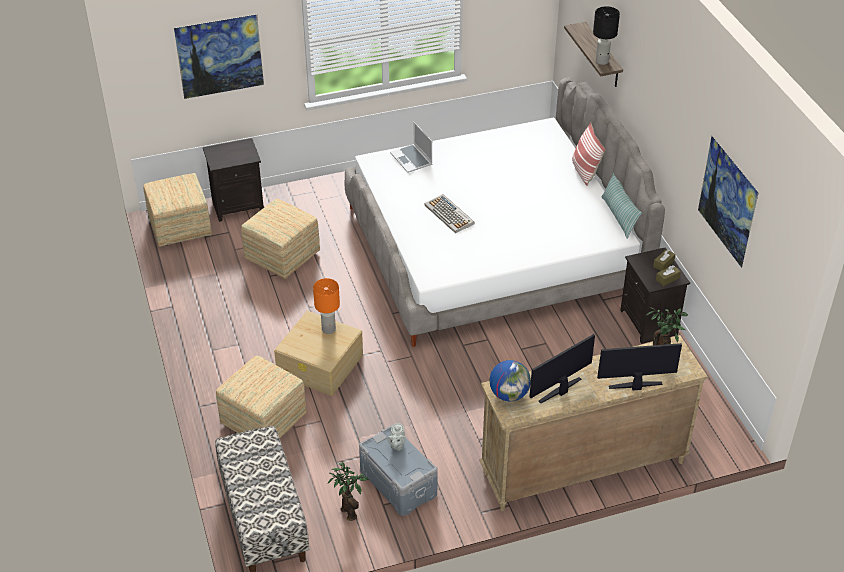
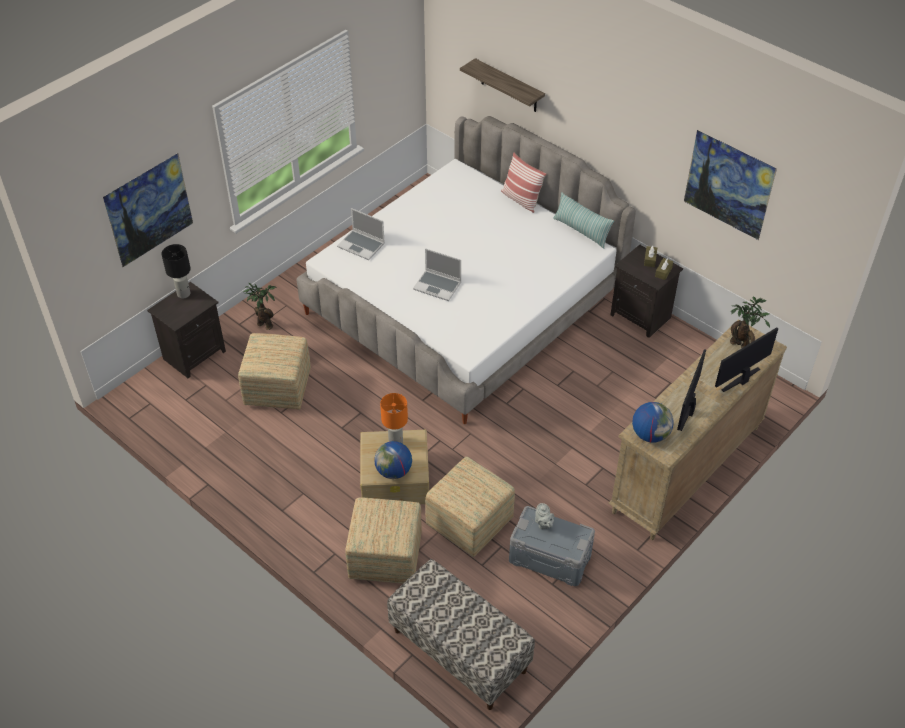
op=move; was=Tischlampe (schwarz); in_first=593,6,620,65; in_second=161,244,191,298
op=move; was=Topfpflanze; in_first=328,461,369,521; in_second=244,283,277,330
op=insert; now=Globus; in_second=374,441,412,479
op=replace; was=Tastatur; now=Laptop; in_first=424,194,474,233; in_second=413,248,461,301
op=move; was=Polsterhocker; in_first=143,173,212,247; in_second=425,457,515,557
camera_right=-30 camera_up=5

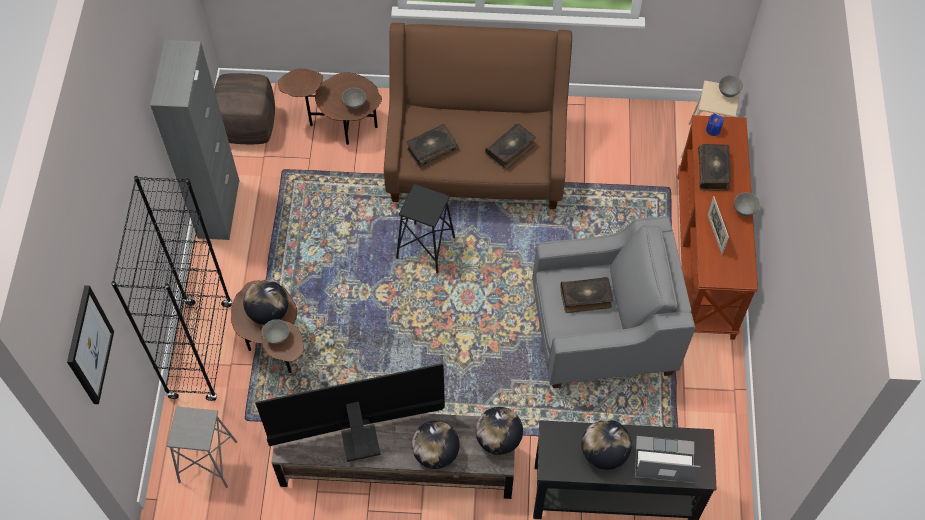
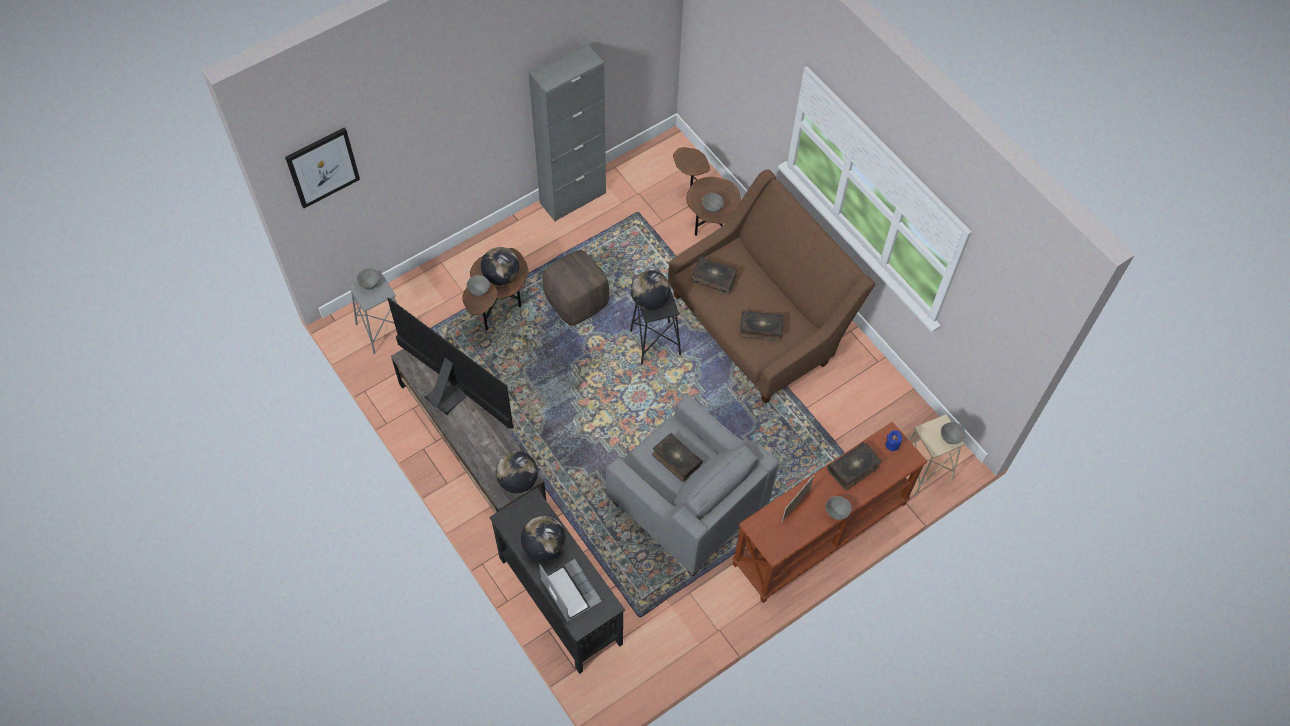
op=insert; now=Schüssel (grau); in_second=357,268,380,290
op=move; was=Polsterhocker (braun); in_first=214,73,275,144; in_second=542,250,609,326
op=move; was=Globus; in_first=412,421,459,469; in_second=631,270,670,310
op=delete; was=Bücherregal (schwarz); in_first=111,176,232,401
camera_right=50 camera_up=0

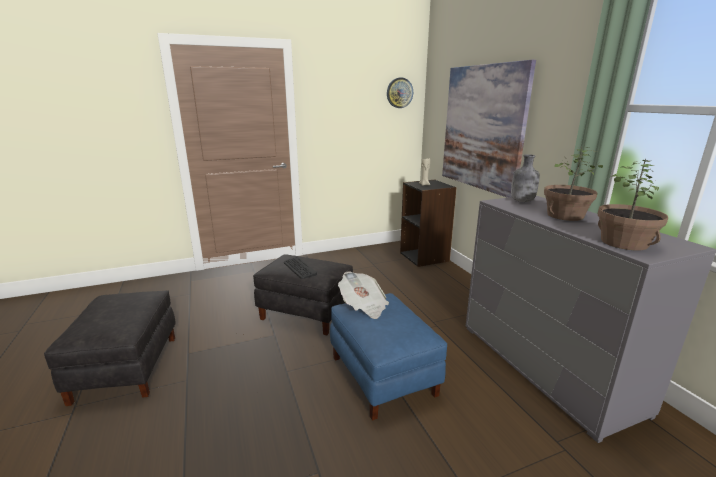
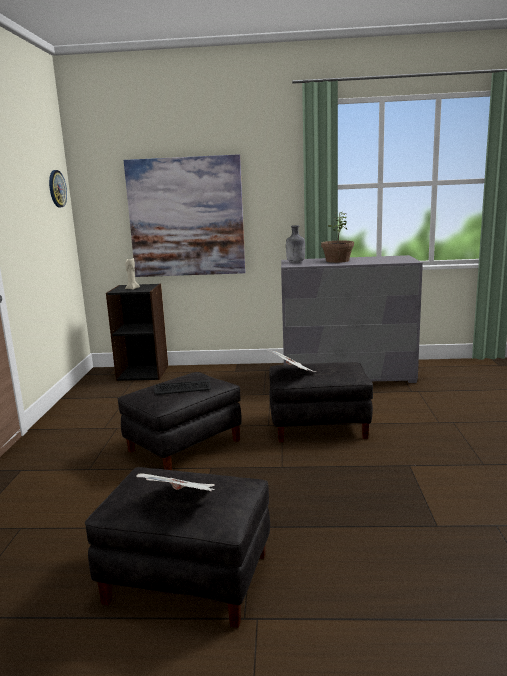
op=insert; now=Zeitung; in_second=136,473,215,491
op=recolor; was=Polsterhocker (blau); now=Polsterhocker (schwarz); in_first=330,293,447,420; in_second=269,362,373,442
op=delete; was=Topfpflanze; in_first=598,159,668,250
camera_right=-65 camera_up=-5

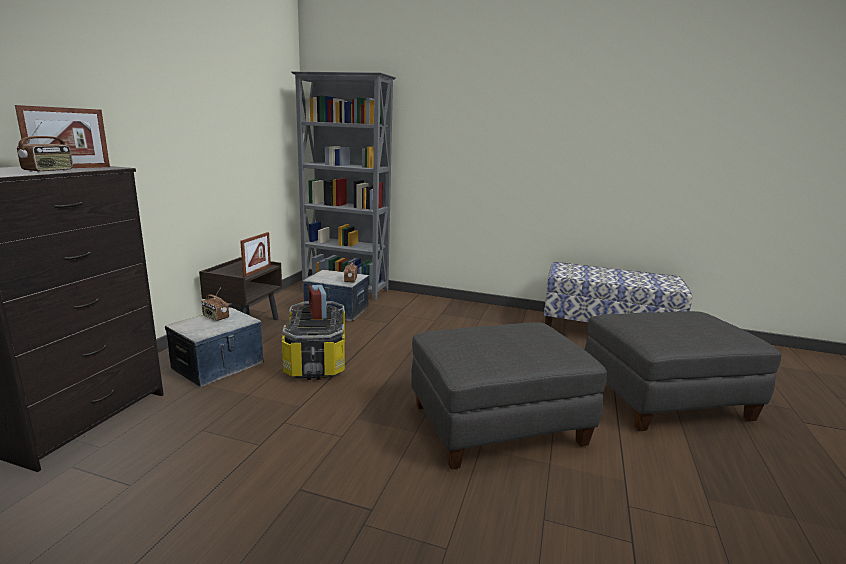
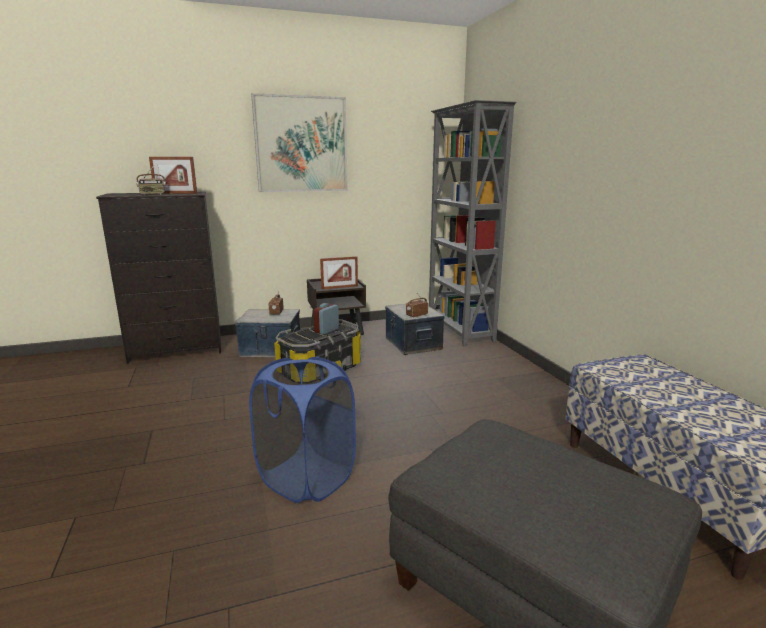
op=replace; was=Polsterhocker (grau); now=Wäschekorb (blau); in_first=411,322,607,470; in_second=249,356,356,503
op=insert; now=Bild; in_second=251,93,348,192
camera_right=55 camera_up=0

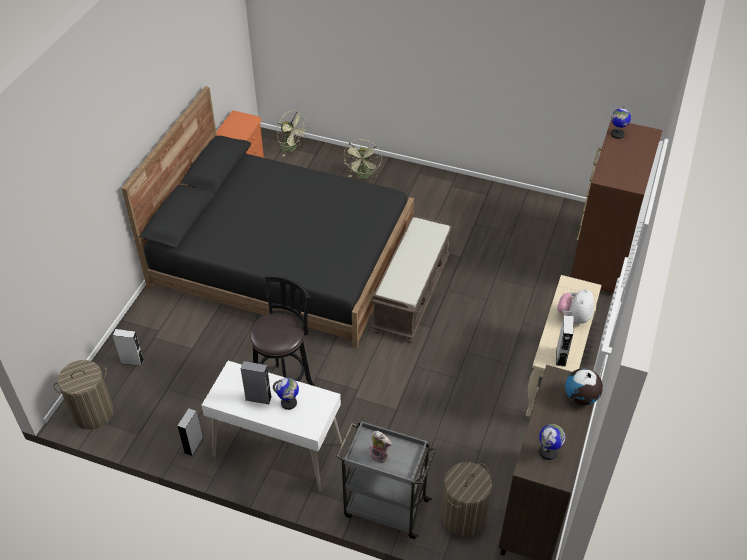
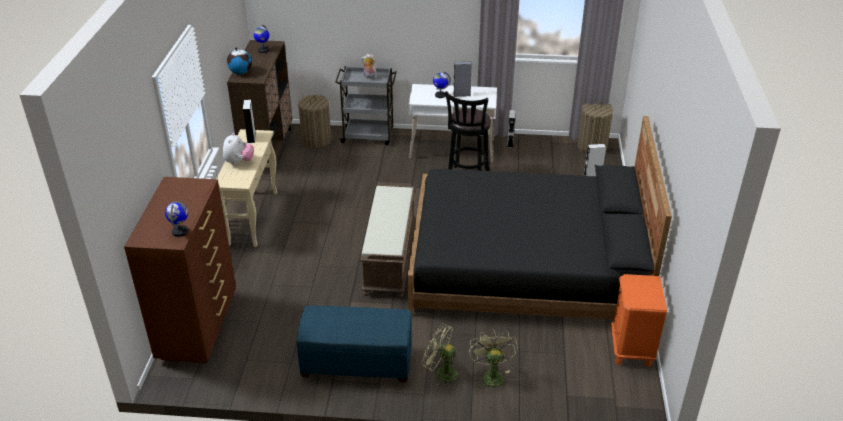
op=insert; now=Polsterhocker (blau); in_second=297,305,412,383
op=move; was=Ventilator (grün); in_first=277,111,307,156; in_second=422,324,461,388
camera_right=165 camera_up=-10

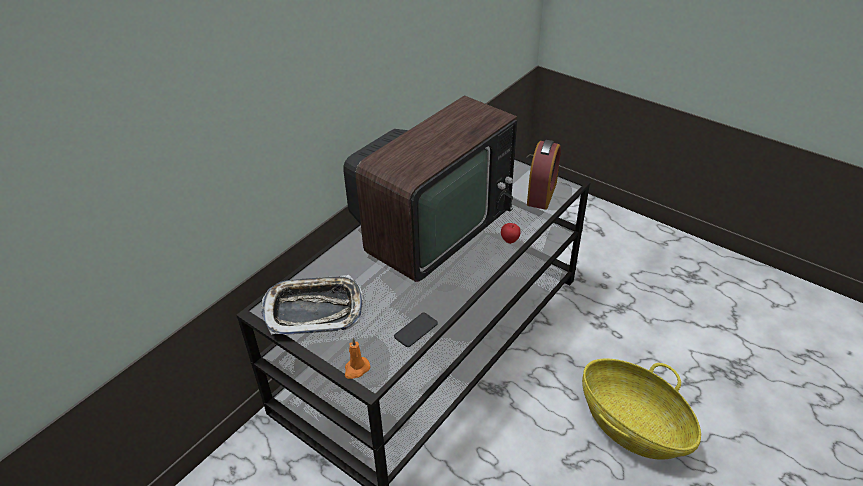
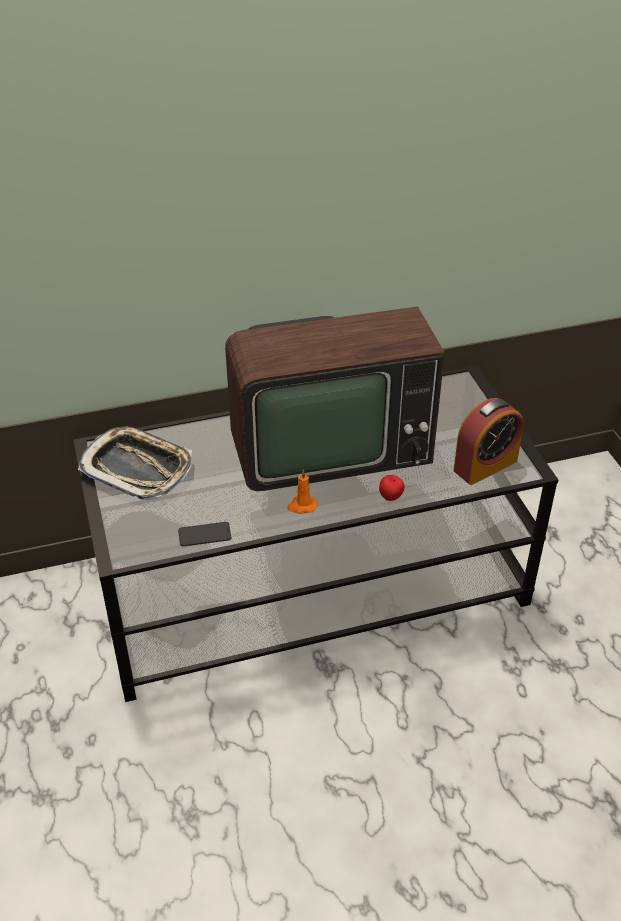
op=move; was=Kerze (orange); in_first=345,338,370,379; in_second=287,470,318,514
op=delete; was=Korb; in_first=582,358,701,460
camera_right=35 camera_up=0

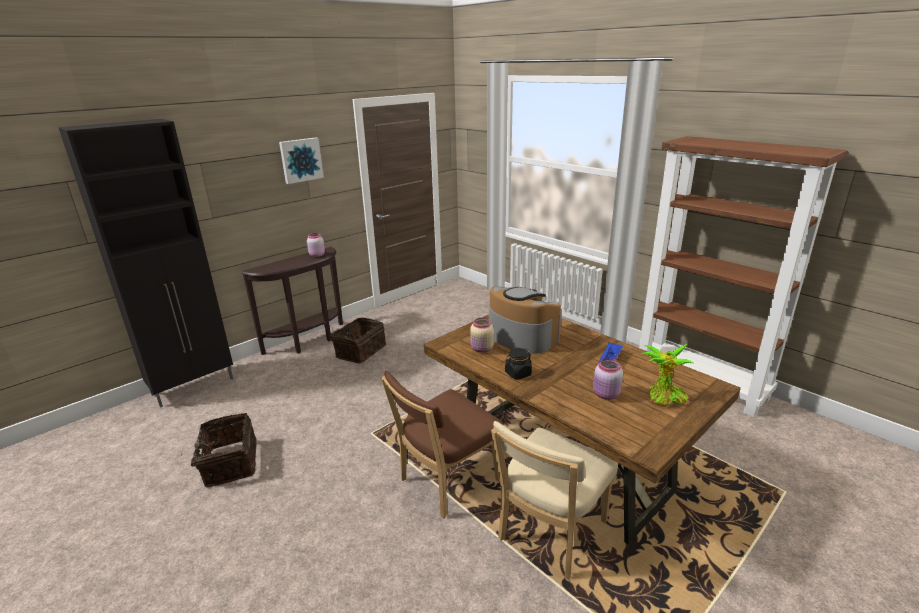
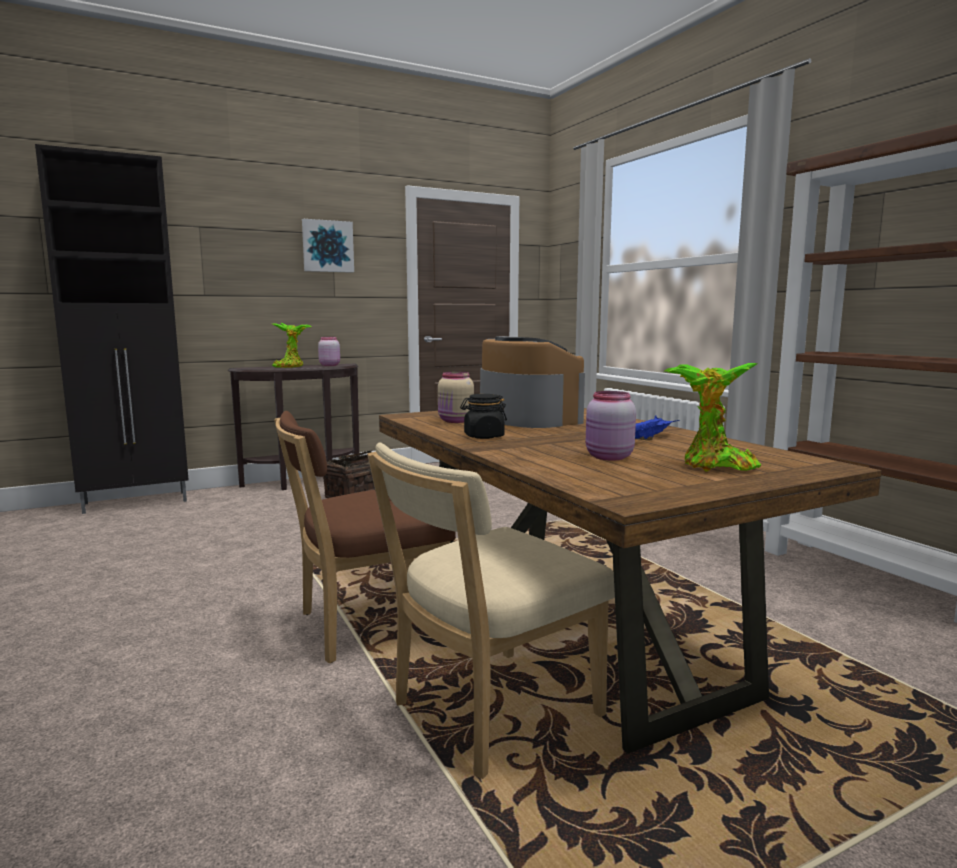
op=insert; now=Topfpflanze; in_second=272,323,311,368
op=delete; was=Korb; in_first=191,413,257,487
camera_right=15 camera_up=-15

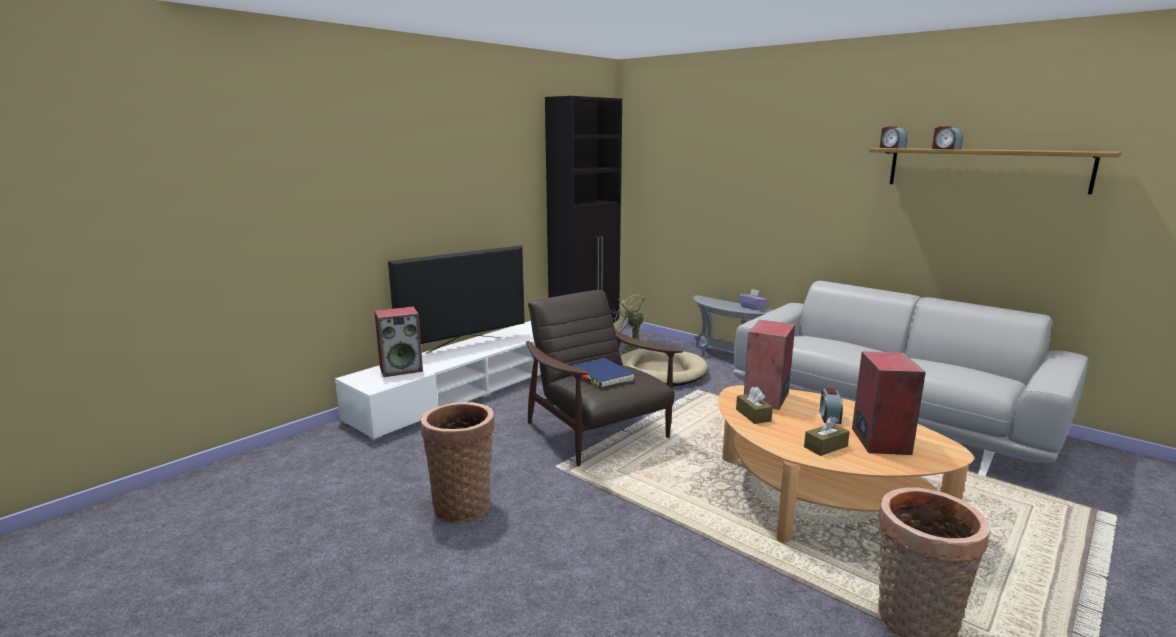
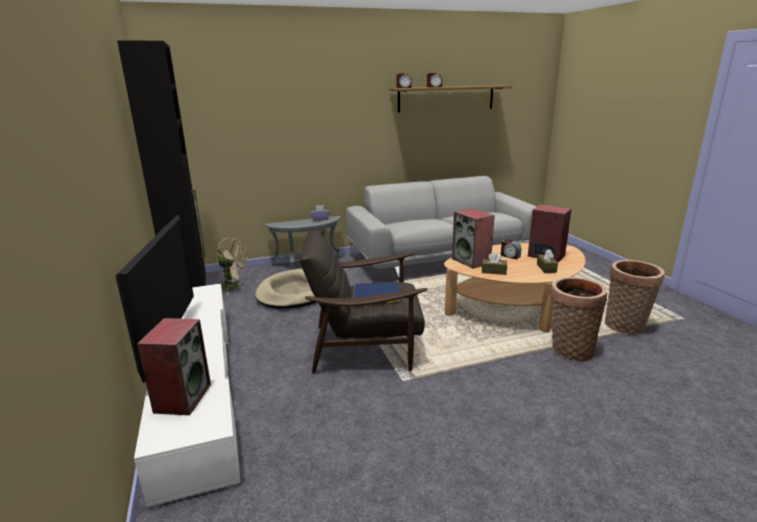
op=rotate; was=Ventilator (beige); in_first=611,292,647,353; in_second=217,238,250,295; clockwise=-150
op=move; was=Korb; in_first=421,402,495,523; in_second=551,277,607,361
camera_right=-60 camera_up=5

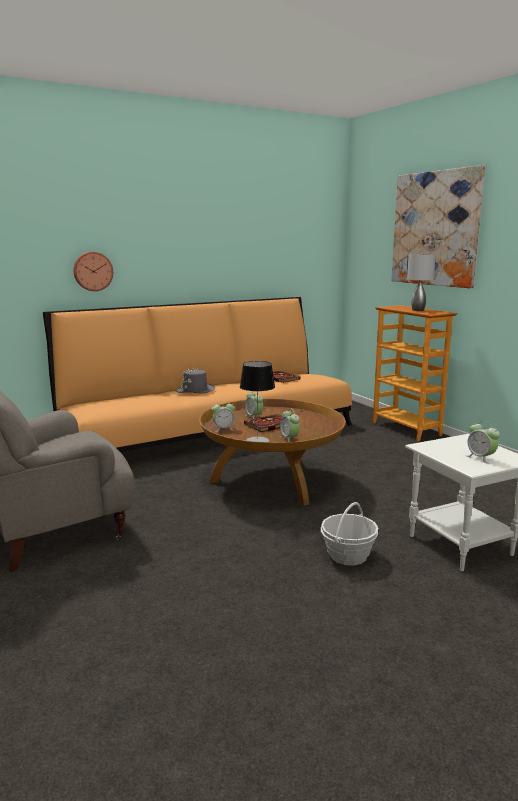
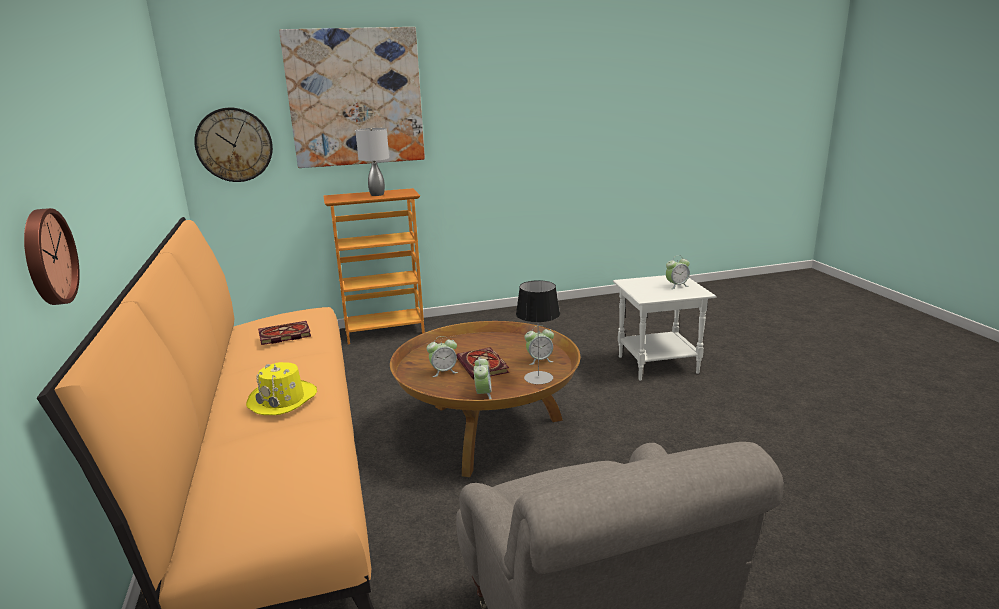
op=insert; now=Wanduhr; in_second=194,108,273,182
op=recolor; was=Hut (grau); now=Hut (gelb); in_first=176,368,215,394; in_second=246,362,317,415
op=delete; was=Korb; in_first=321,502,378,566
camera_right=-75 camera_up=5

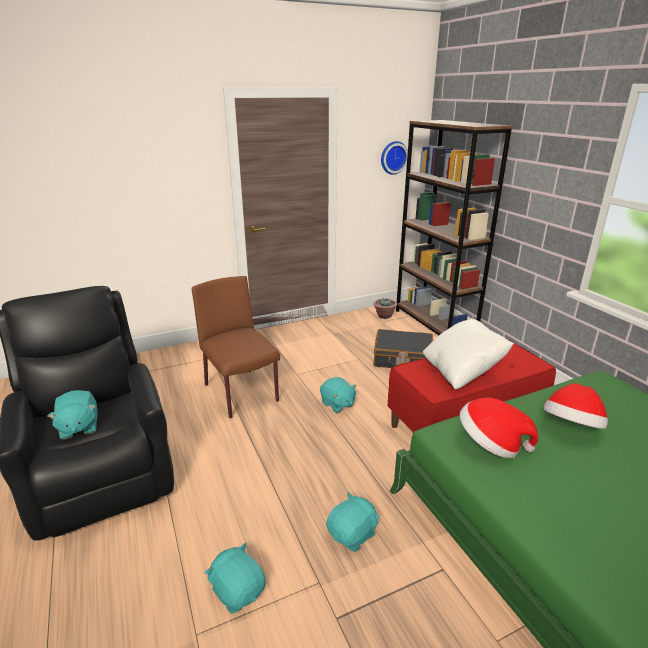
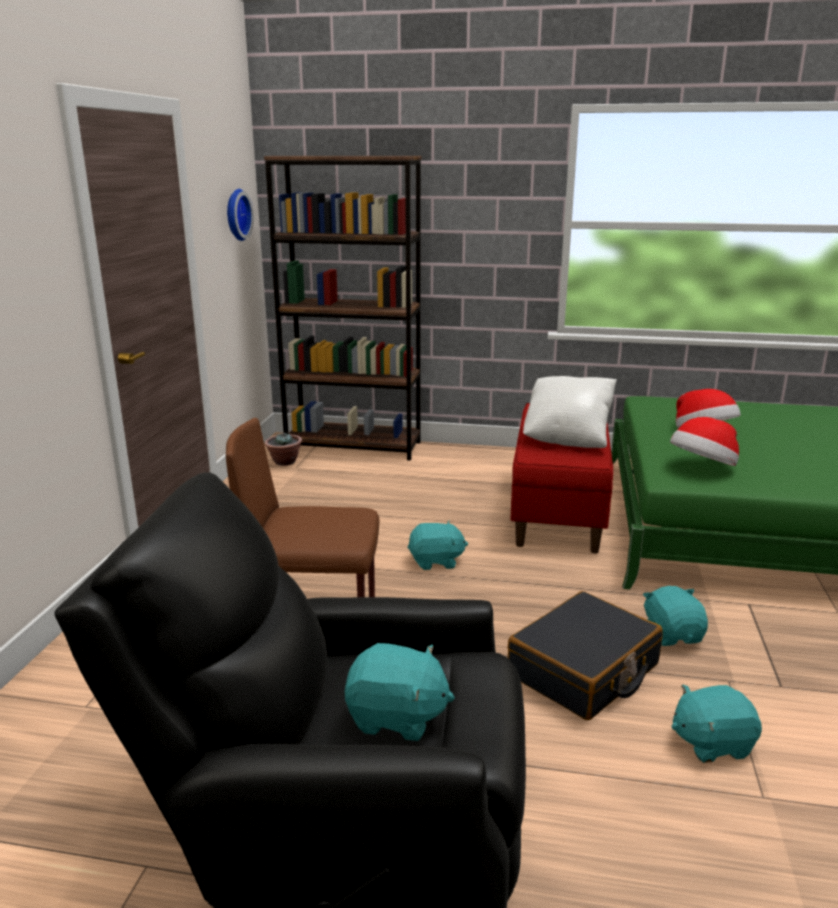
op=move; was=Koffer (schwarz); in_first=374,329,433,368; in_second=508,591,663,720
camera_right=-55 camera_up=-5

